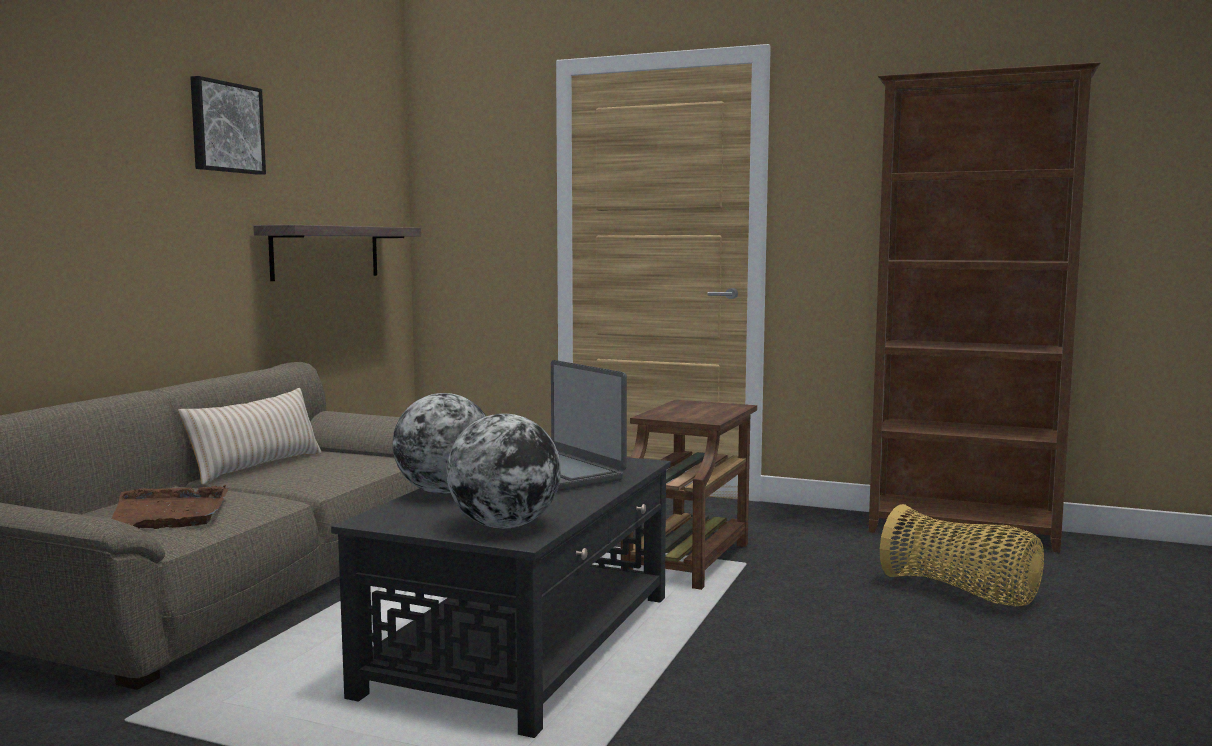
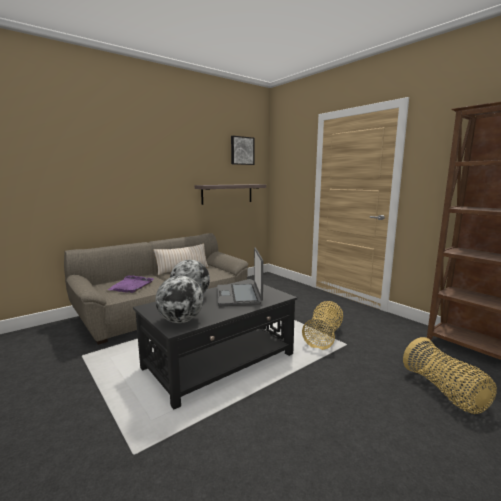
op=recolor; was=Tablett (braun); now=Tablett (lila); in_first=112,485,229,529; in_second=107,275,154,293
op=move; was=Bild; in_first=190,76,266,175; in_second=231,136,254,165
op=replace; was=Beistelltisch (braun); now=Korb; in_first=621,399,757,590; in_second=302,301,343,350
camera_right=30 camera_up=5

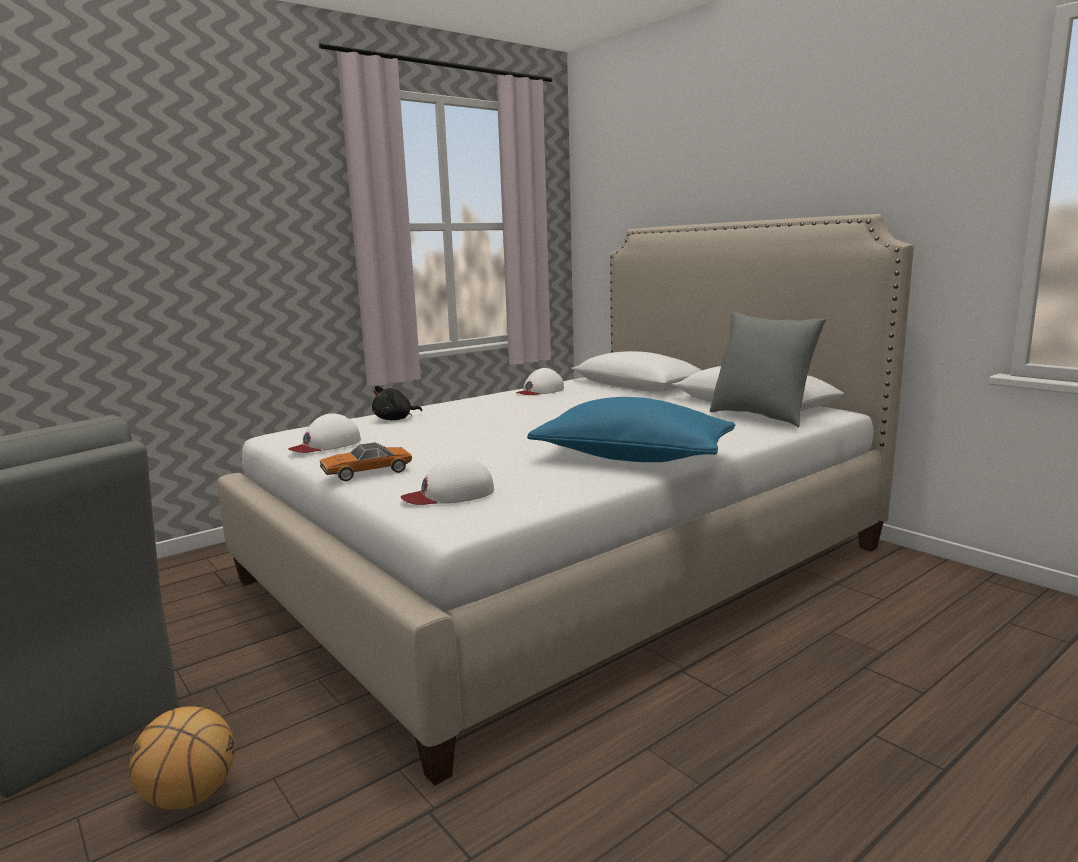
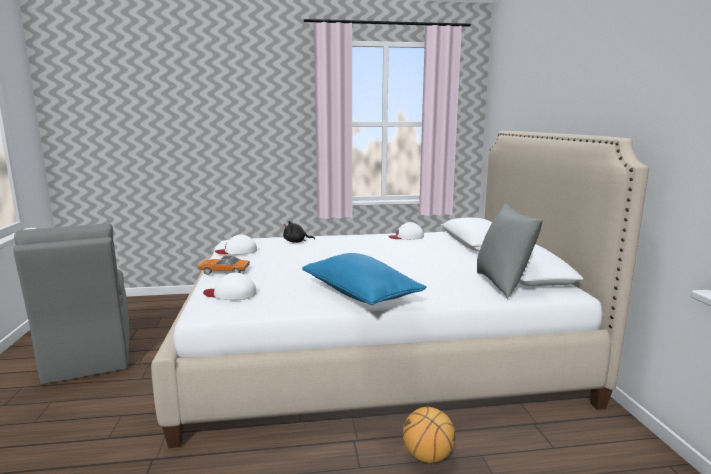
op=move; was=Basketball; in_first=130,706,235,809; in_second=403,407,455,463
camera_right=30 camera_up=0

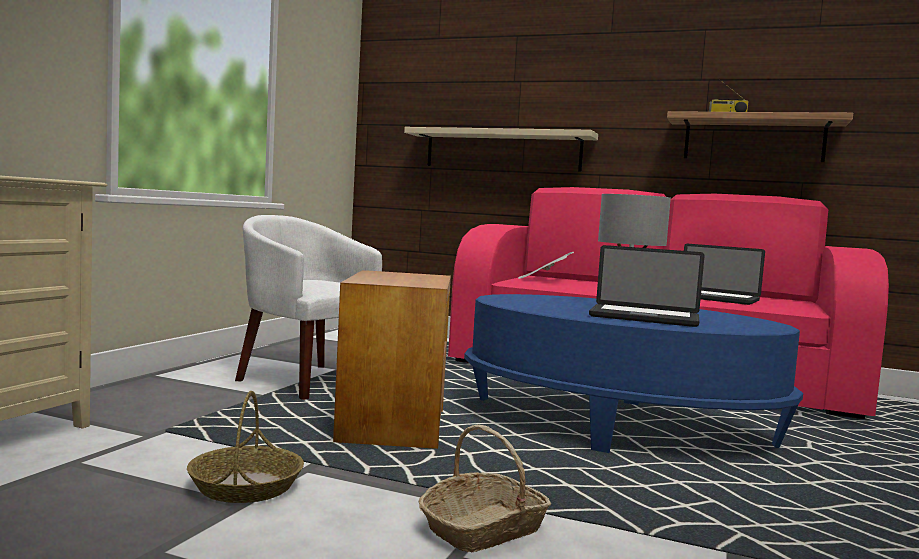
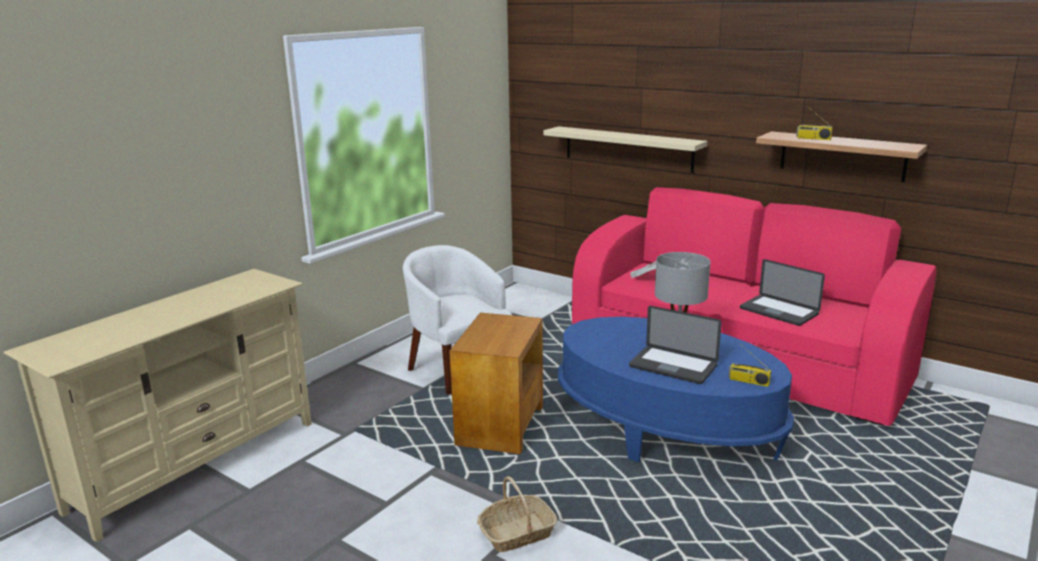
op=insert; now=Radio; in_second=728,344,771,387
op=delete; was=Korb; in_first=187,391,304,503
camera_right=15 camera_up=15

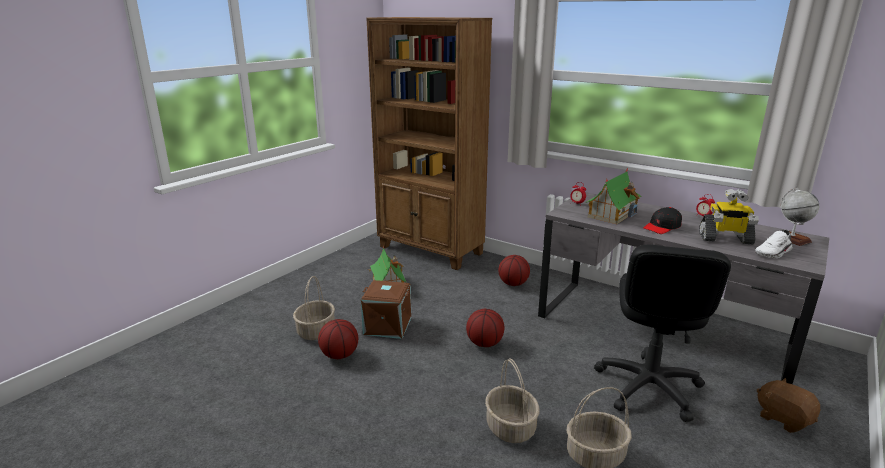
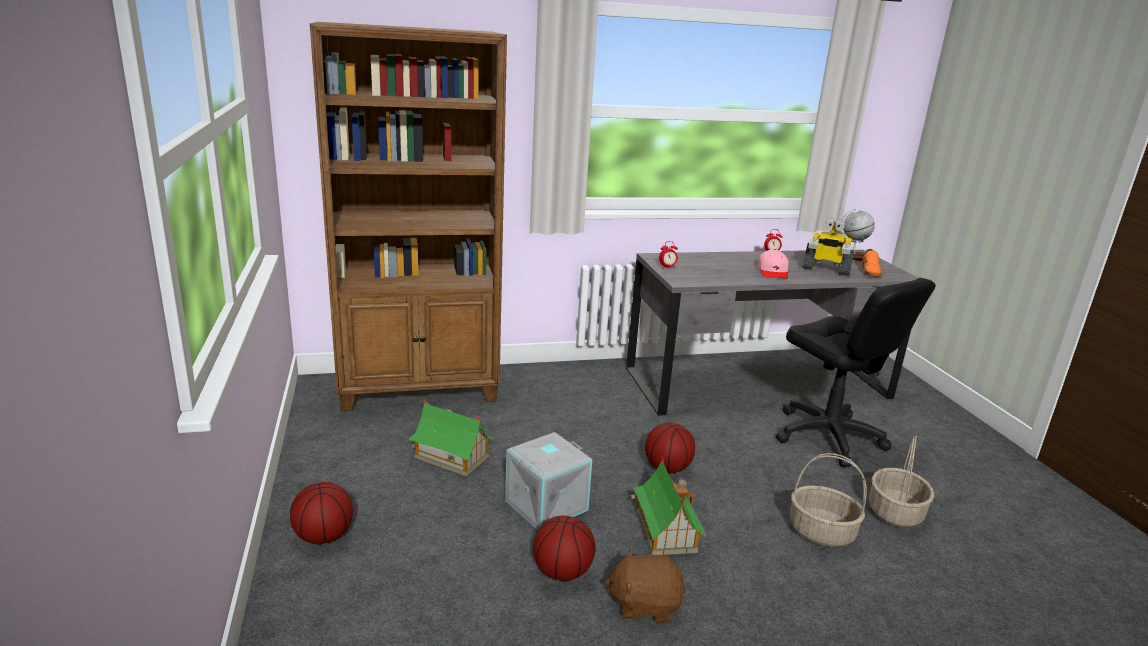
op=move; was=Basketball; in_first=498,255,530,286; in_second=290,482,353,544
op=recolor; was=Aufbewahrungsbox (braun); now=Aufbewahrungsbox (grau); in_first=361,280,411,339; in_second=505,432,592,530
op=move; was=Plüschtier (braun); in_first=757,378,820,433; in_second=605,548,685,624
op=move; was=Spielzeughaus; in_first=585,168,642,224; in_second=631,456,706,555
op=recolor; was=Kappe (schwarz); now=Kappe (rosa); in_first=644,207,682,234; in_second=758,249,789,279
op=rotate; was=Spielzeugroboter; in_first=699,189,759,244; in_second=802,218,855,276; clockwise=60
op=recolor; was=Schuh (weiß); now=Schuh (orange); in_first=755,230,792,258; in_second=861,249,883,277
op=delete; was=Korb; in_first=293,276,335,340
camera_right=-50 camera_up=0

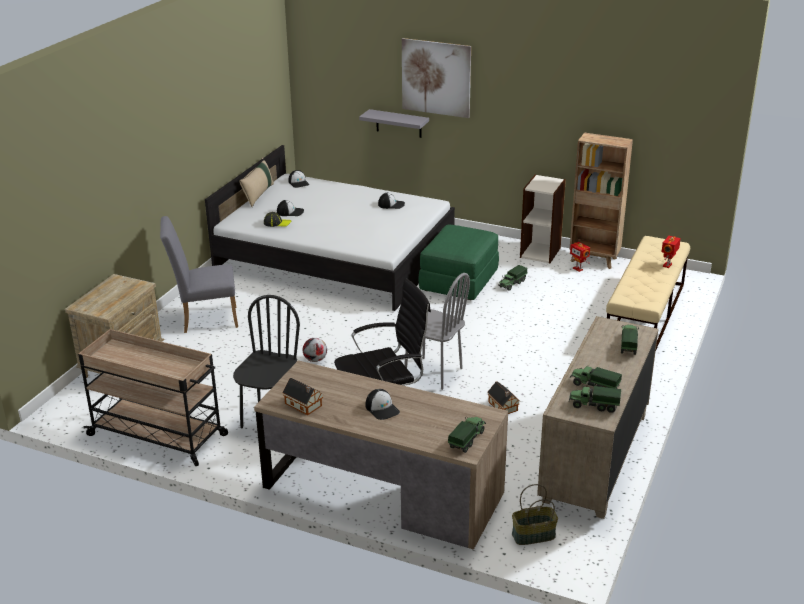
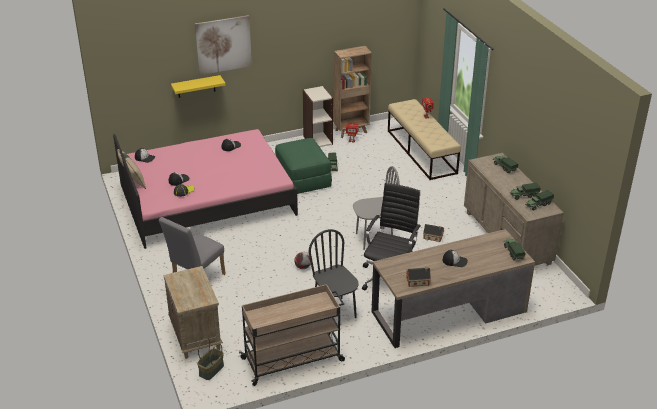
op=recolor; was=Bett (weiß); now=Bett (rosa); in_first=205,145,455,311; in_second=113,129,298,249
op=recolor; was=Wandregal (grau); now=Wandregal (gelb); in_first=359,109,429,138; in_second=171,75,225,98
op=move; was=Korb; in_first=512,484,558,545; in_second=197,338,224,380
camera_right=-45 camera_up=5

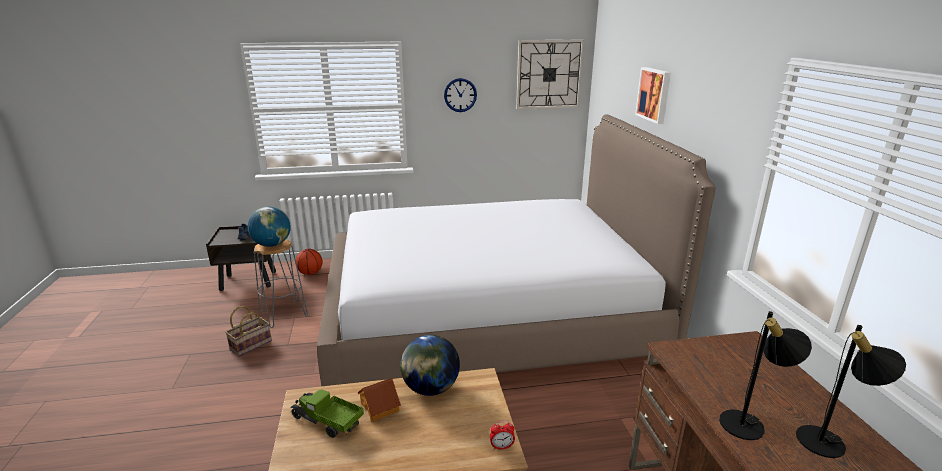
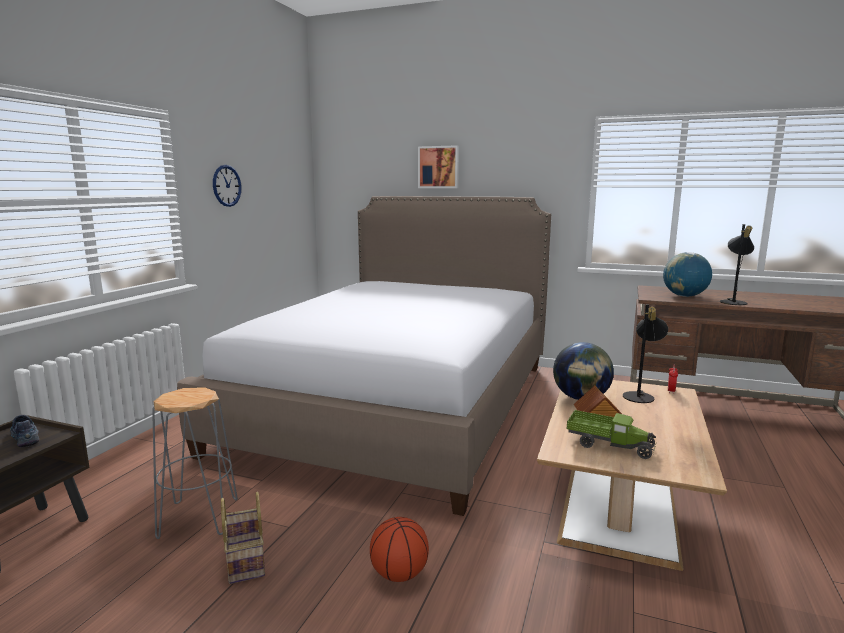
op=move; was=Basketball; in_first=296,249,323,275; in_second=370,517,429,582
op=rotate; was=Spielzeuglaster; in_first=290,389,364,438; in_second=567,410,656,459; clockwise=-120
op=move; was=Tischlampe (schwarz); in_first=796,325,906,458; in_second=623,304,668,403
op=move; was=Globus; in_first=248,206,291,247; in_second=663,252,712,297
op=delete; was=Wanduhr; in_first=516,40,584,109
camera_right=-60 camera_up=-10

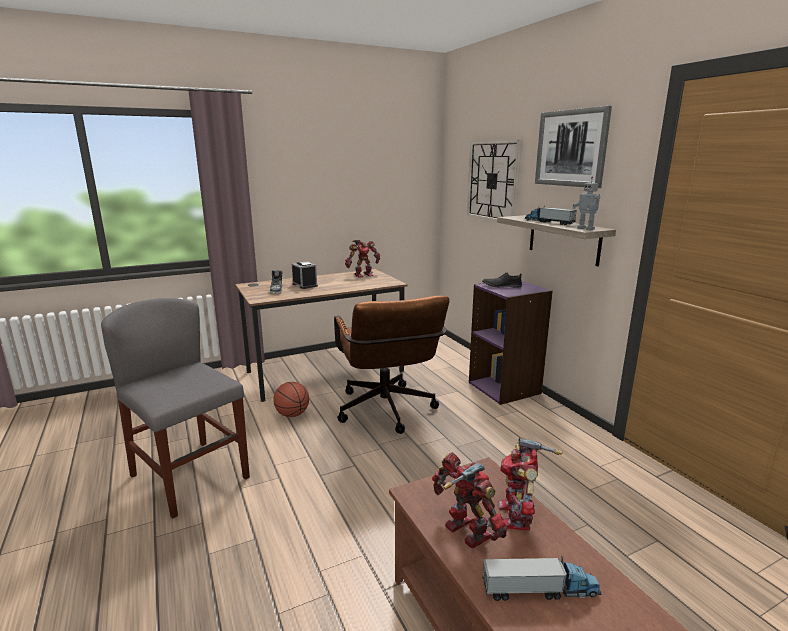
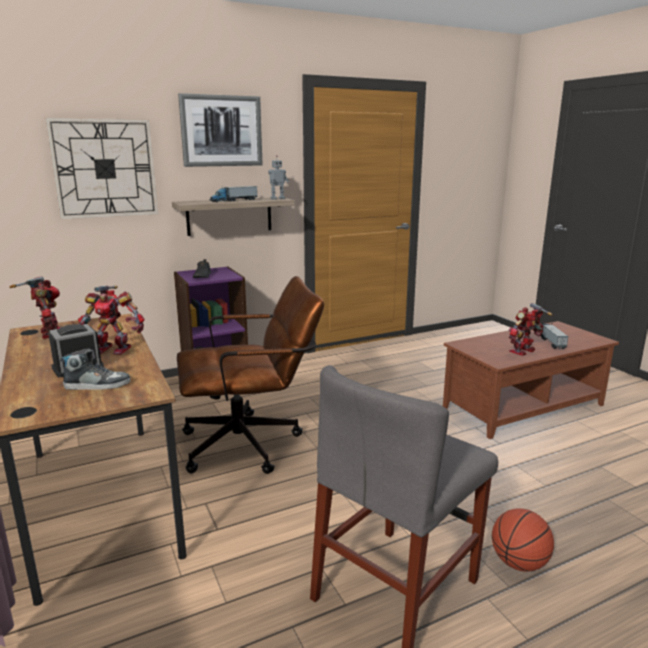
op=move; was=Spielzeugroboter; in_first=499,438,563,531; in_second=78,285,144,355
op=move; was=Basketball; in_first=273,382,309,417; in_second=492,509,554,572
camera_right=-90 camera_up=0

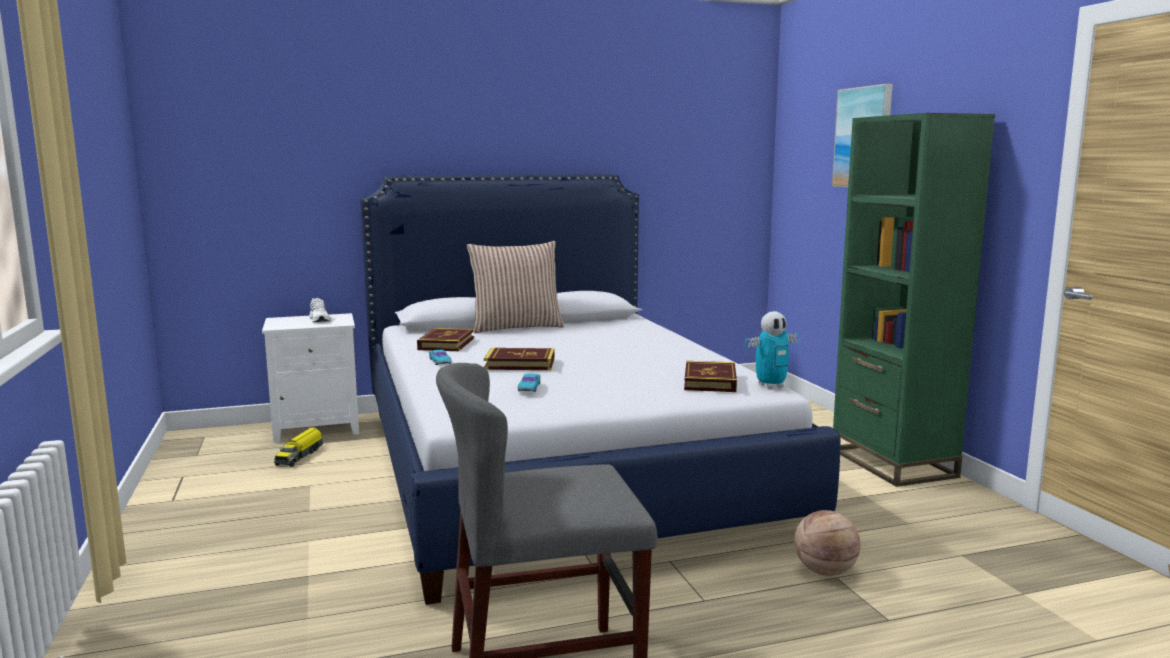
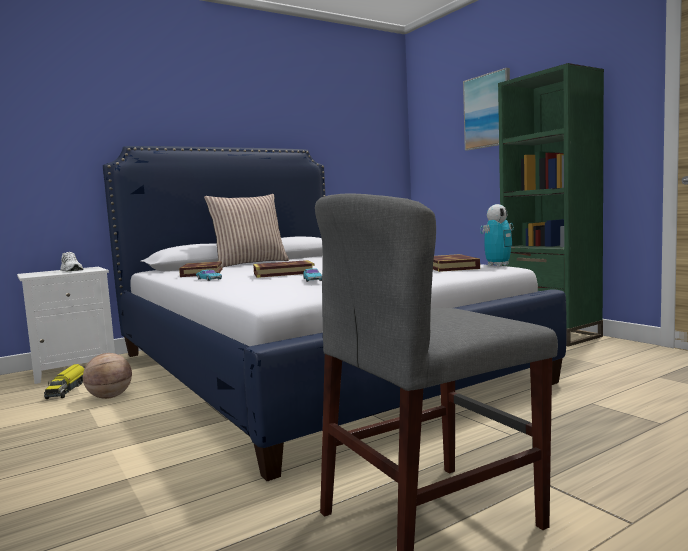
op=move; was=Basketball; in_first=794,510,860,576; in_second=83,353,132,399
camera_right=-15 camera_up=-5

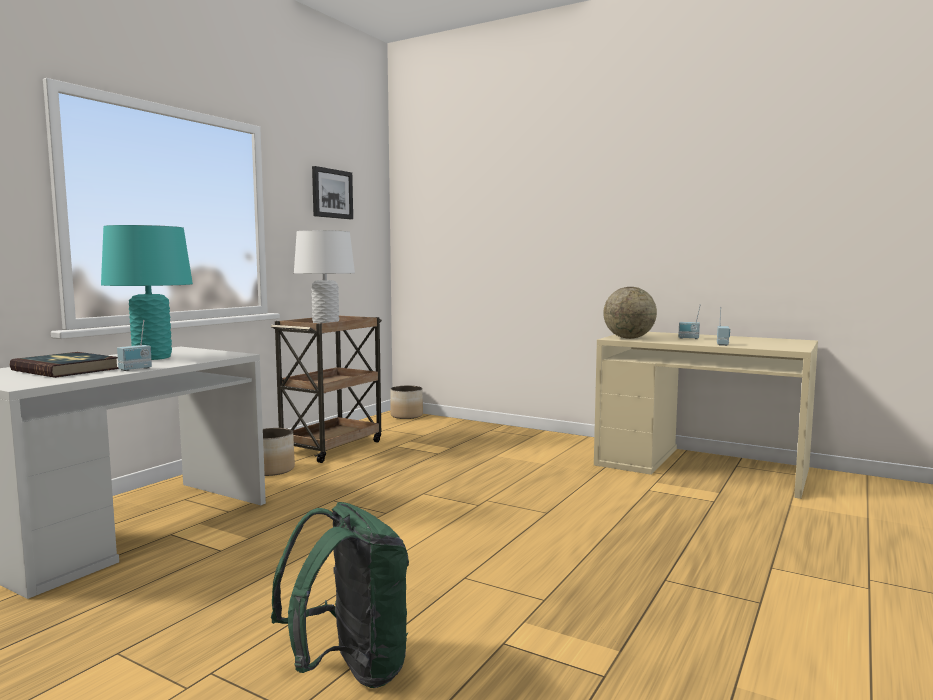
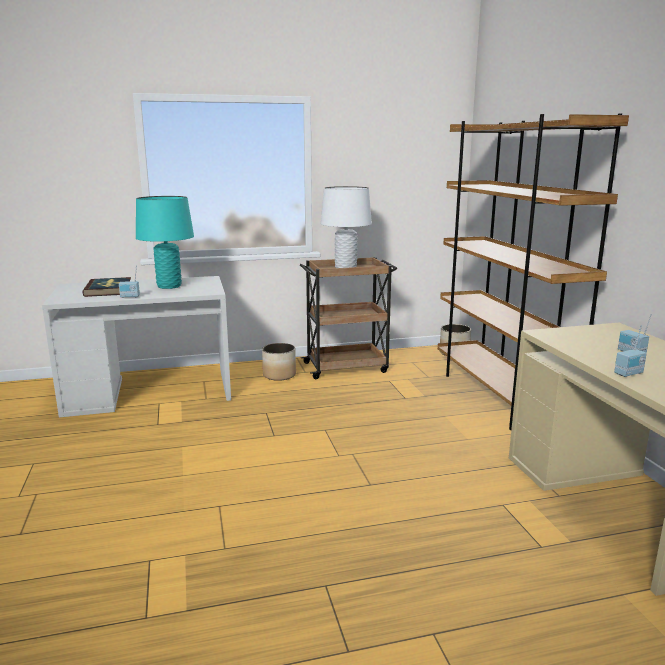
op=insert; now=Bücherregal (braun); in_second=438,113,629,430
op=delete; was=Rucksack (grün); in_first=271,502,409,688
op=delete; was=Bild; in_first=312,166,353,219
op=delete; was=Globus; in_first=603,287,657,339
camera_right=45 camera_up=10

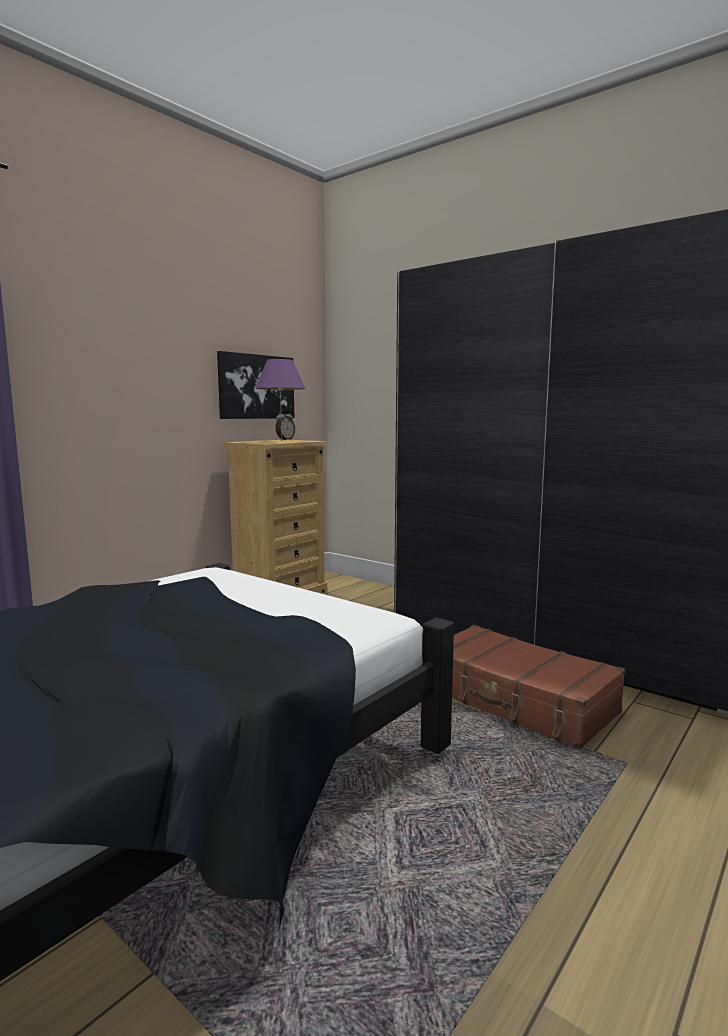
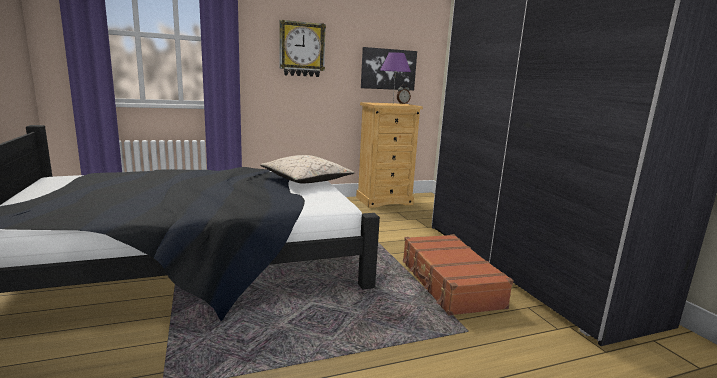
op=insert; now=Kissen (beige); in_second=260,155,355,183
op=insert; now=Wanduhr; in_second=280,20,326,77
camera_right=30 camera_up=5

